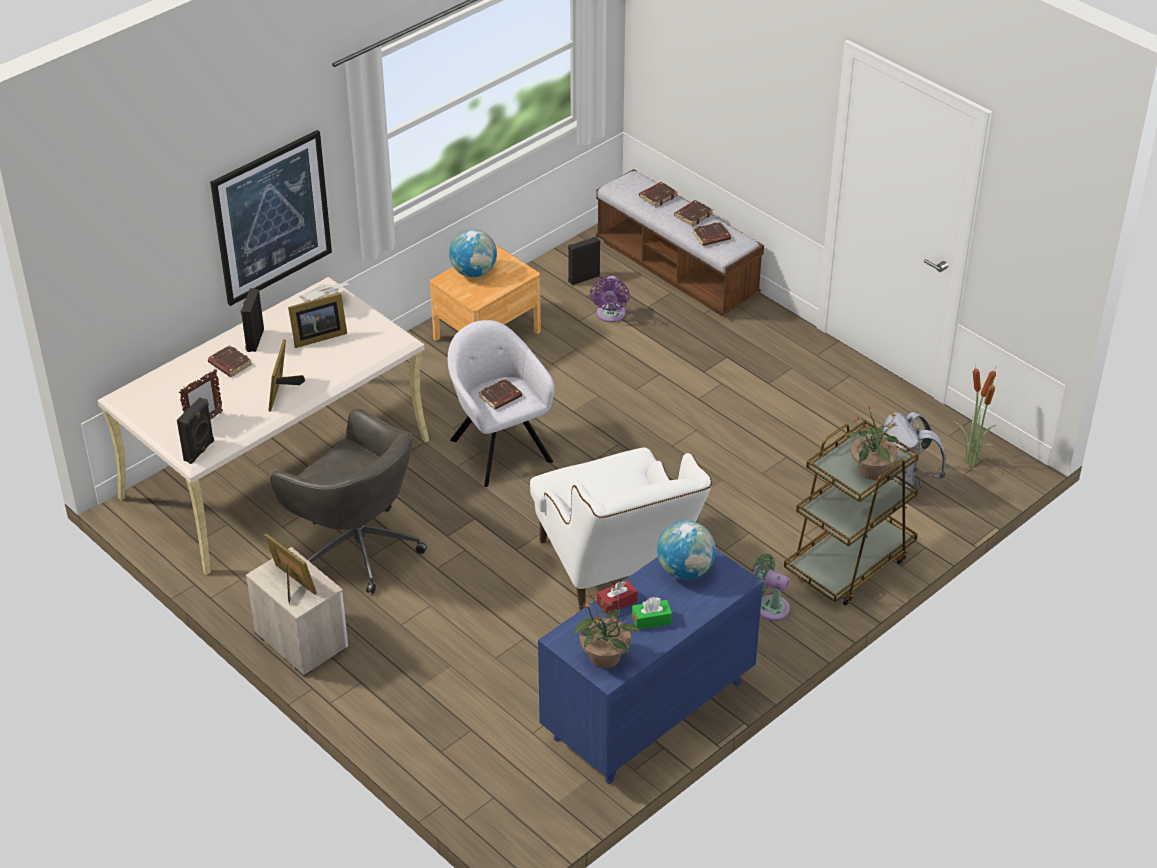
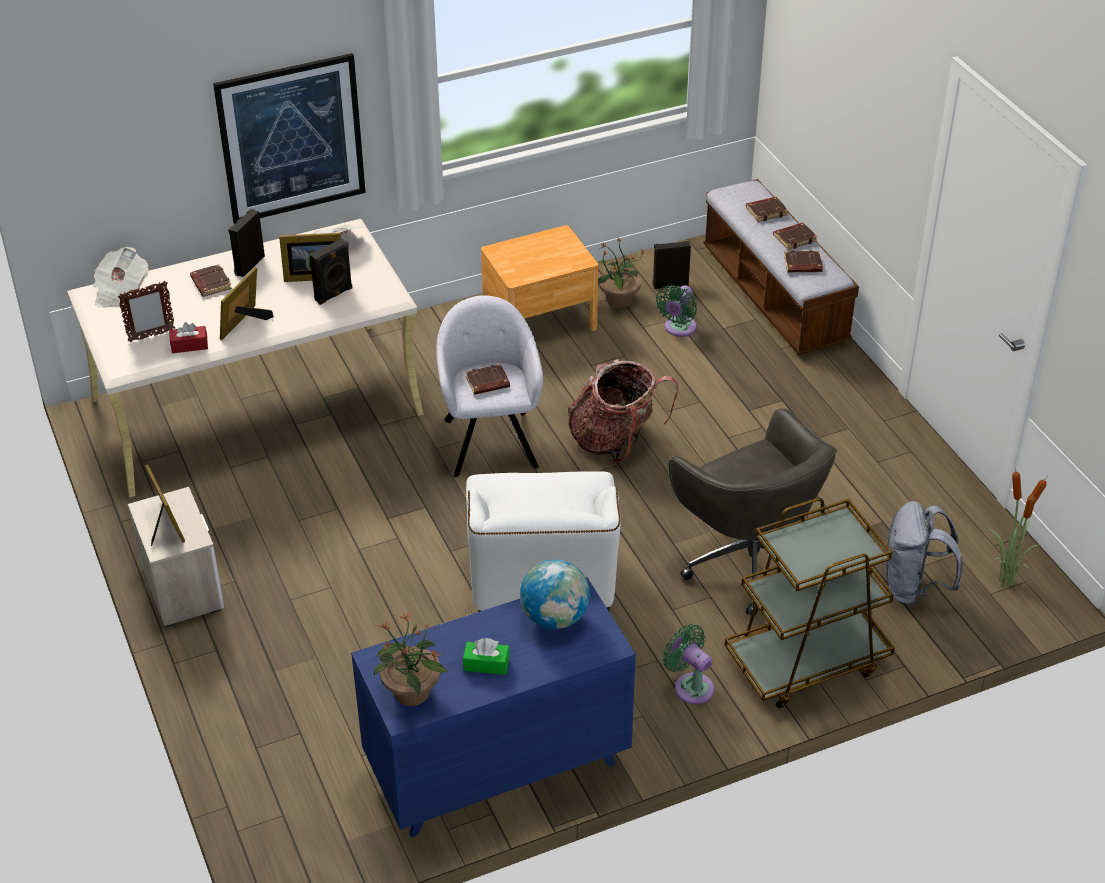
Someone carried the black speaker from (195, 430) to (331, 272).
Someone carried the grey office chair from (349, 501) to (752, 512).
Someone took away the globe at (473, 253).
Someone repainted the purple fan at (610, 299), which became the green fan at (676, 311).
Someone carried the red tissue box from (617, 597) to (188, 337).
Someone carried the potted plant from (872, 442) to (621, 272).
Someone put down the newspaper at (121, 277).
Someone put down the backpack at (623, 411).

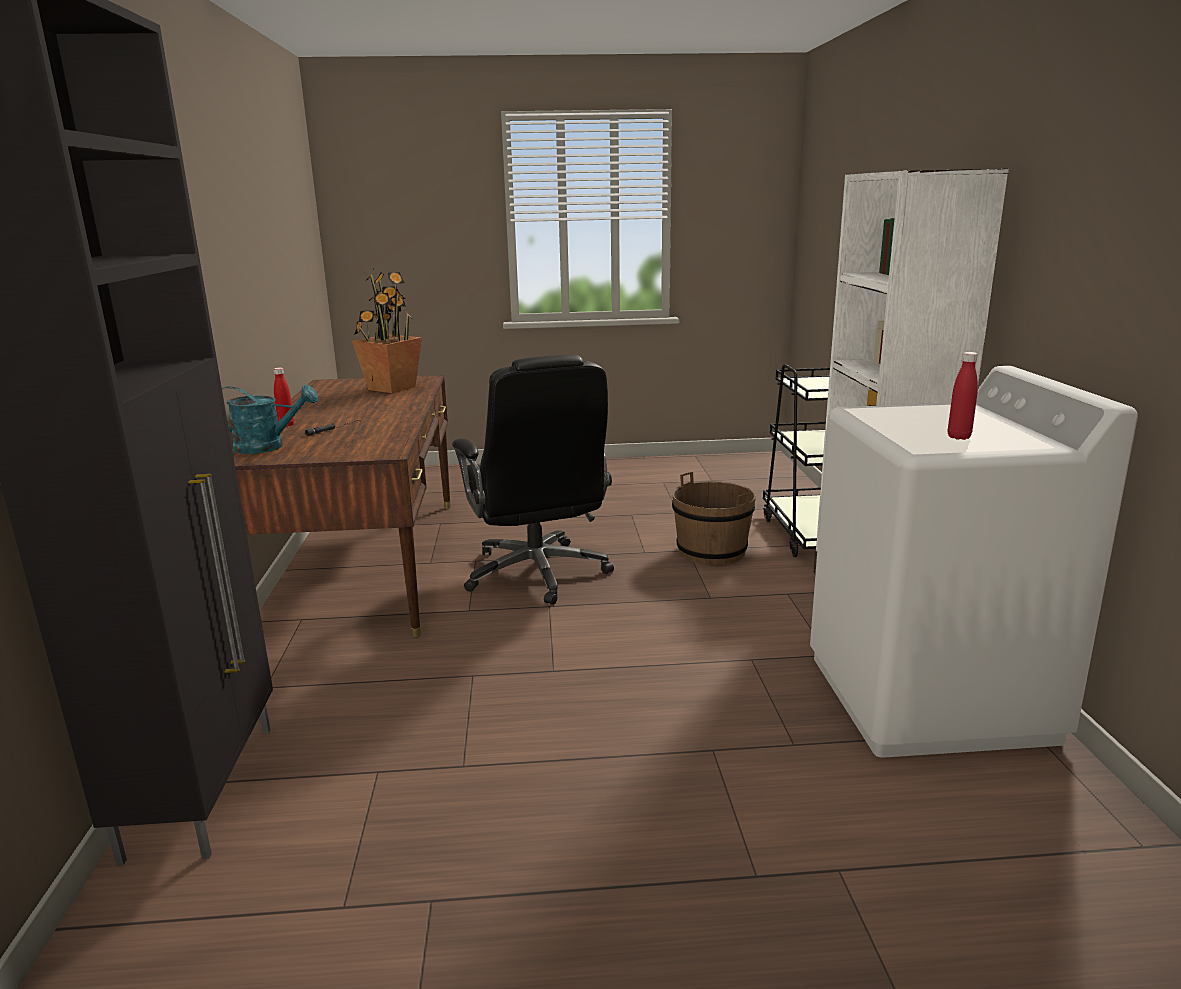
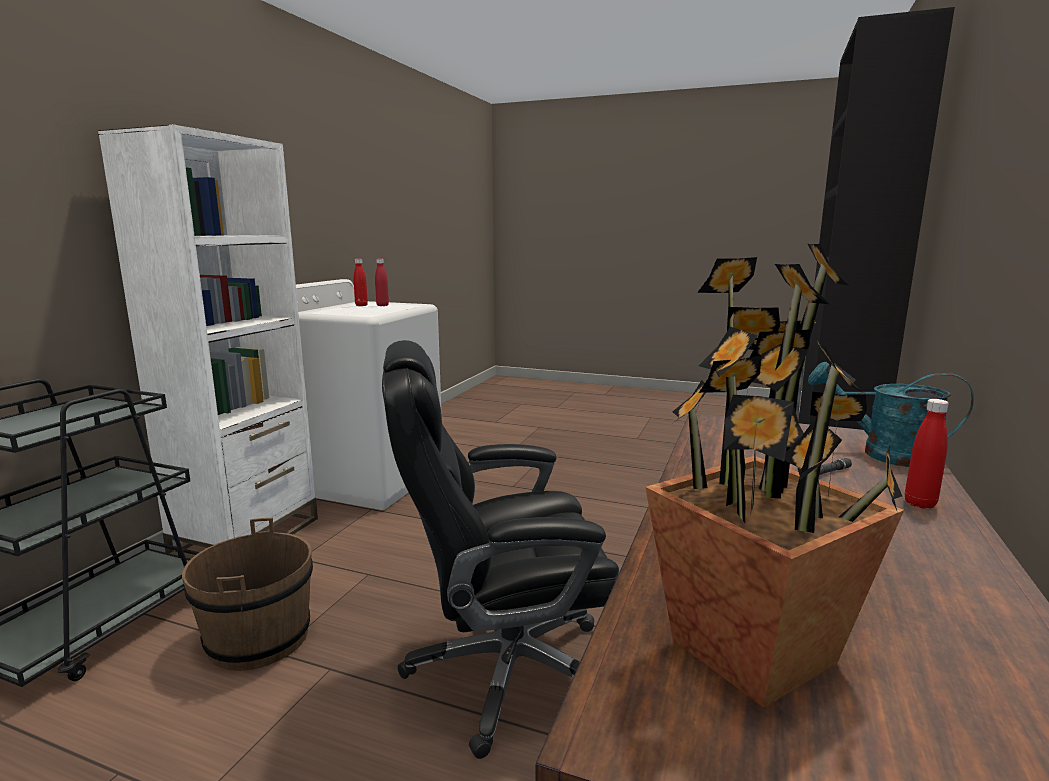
Someone rotated the black office chair at (533, 480) by 105 degrees counterclockwise.
Someone put down the red bottle at (361, 282).

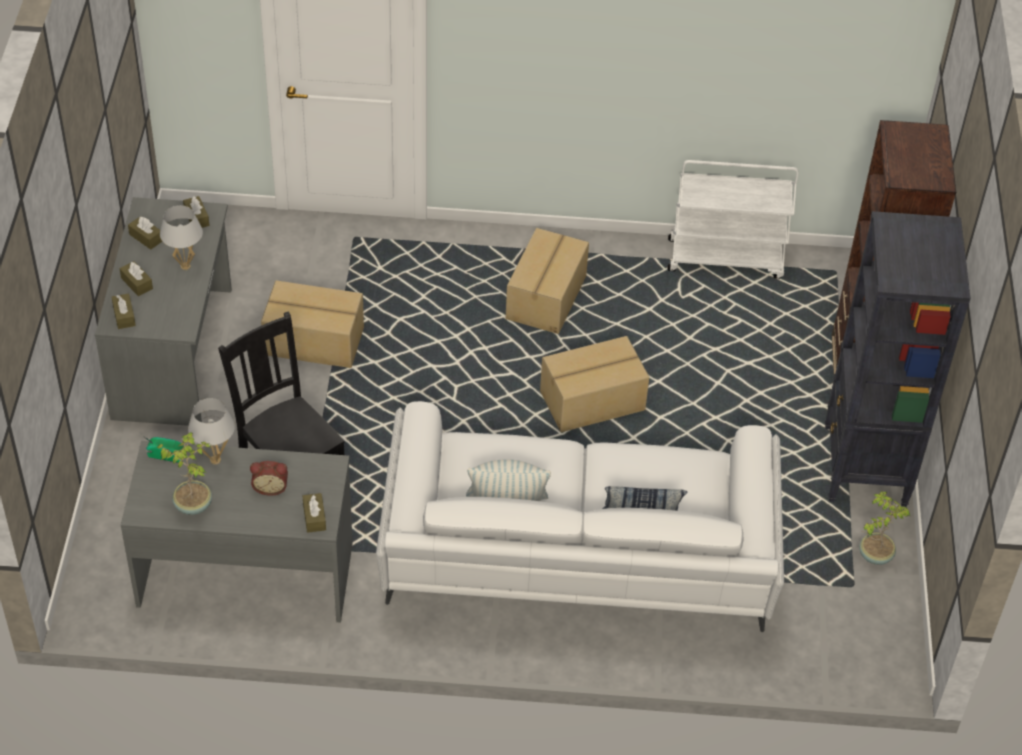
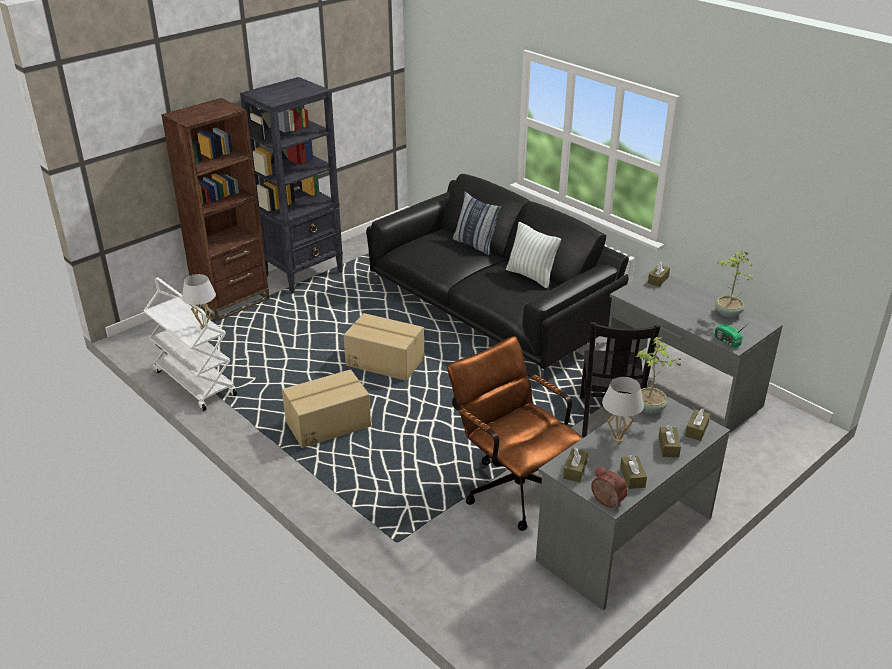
Someone carried the white table lamp from (211, 431) to (199, 301).
Someone carried the alarm clock from (269, 478) to (609, 486).
Someone swapped the cardboard box at (312, 324) for the brown office chair at (515, 433).
Someone repainted the white sofa at (580, 517), which became the black sofa at (497, 276).
Someone carried the potted plant from (884, 528) to (660, 375).

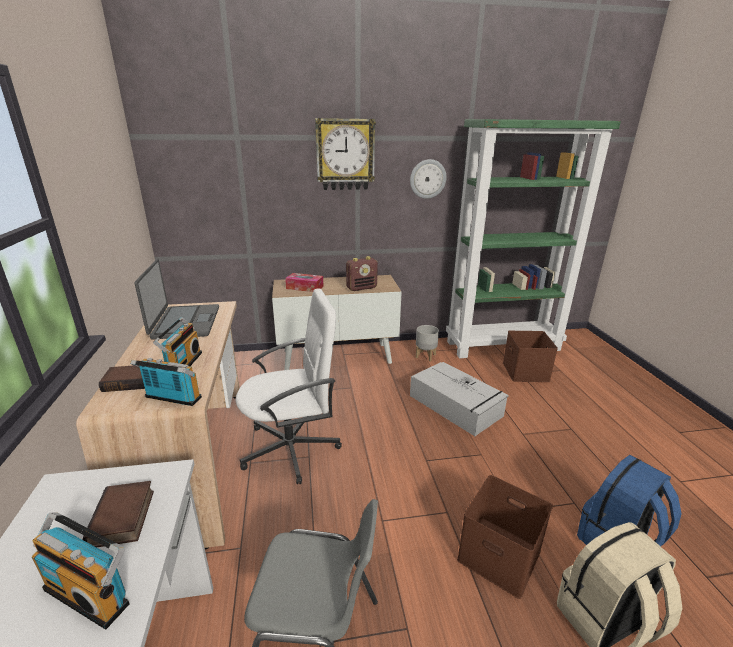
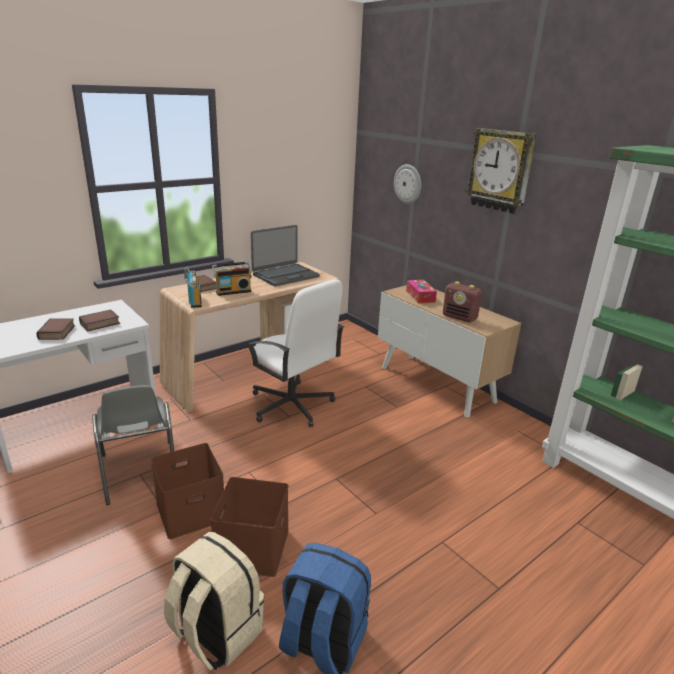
Someone swapped the radio at (81, 571) for the book at (55, 329).
Someone carried the wall clock from (428, 179) to (407, 184).
Someone took away the grey storage box at (459, 399).
Someone took away the grey planter at (427, 343).
Someone carried the brown storage box from (530, 356) to (187, 491).

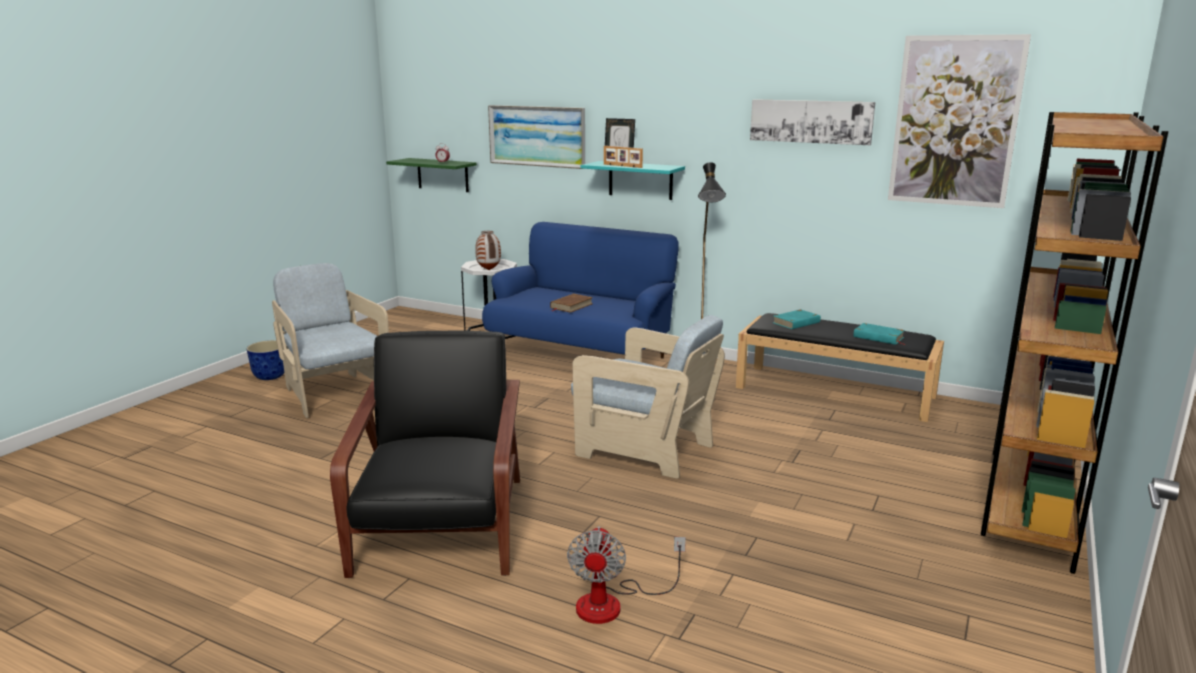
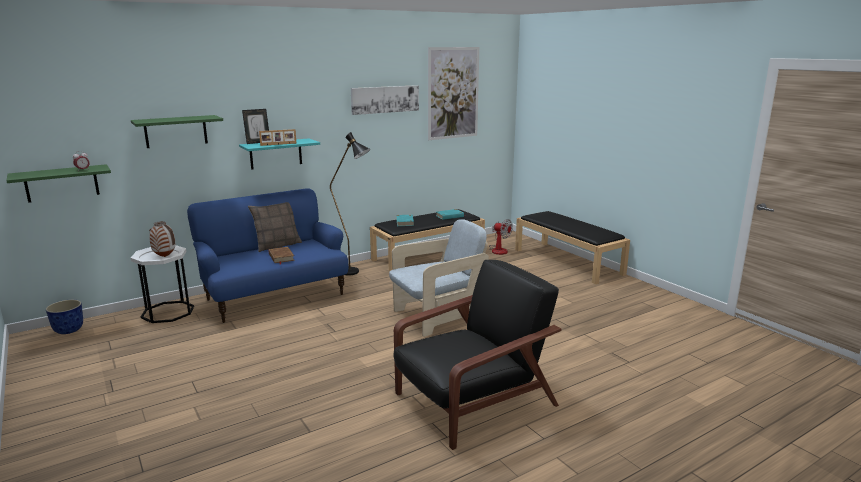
Someone carried the planter from (265, 360) to (64, 317).
Someone took away the beige armchair at (330, 340).
Someone rotated the black armchair at (425, 454) by 120 degrees clockwise.
Someone swapped the picture at (536, 137) for the green shelf at (177, 131).
Someone carried the fan from (626, 575) to (501, 237).
Someone swapped the brown bookcase at (1075, 343) for the black bench at (572, 247).
Someone put down the pillow at (275, 227).

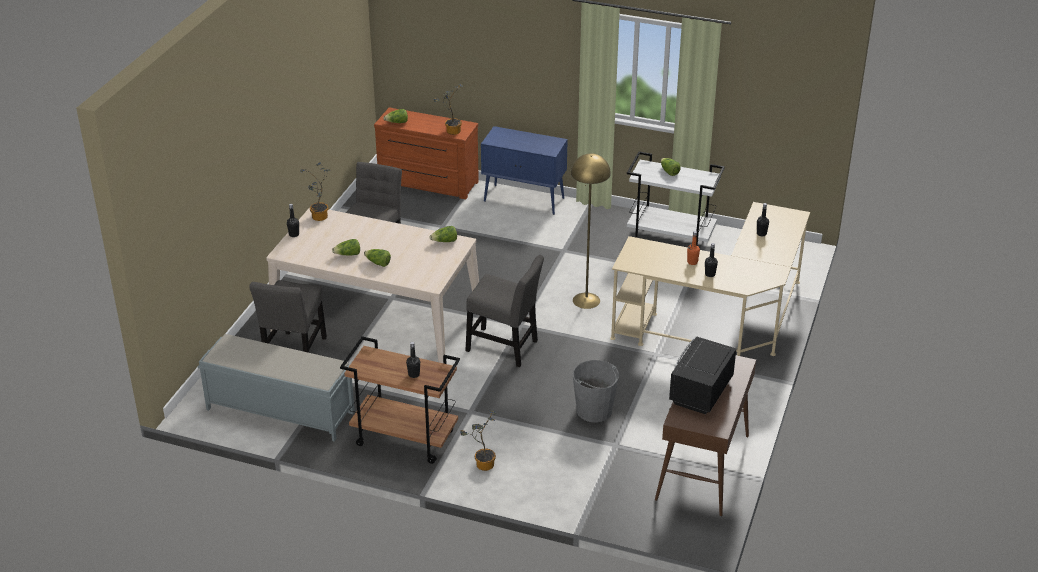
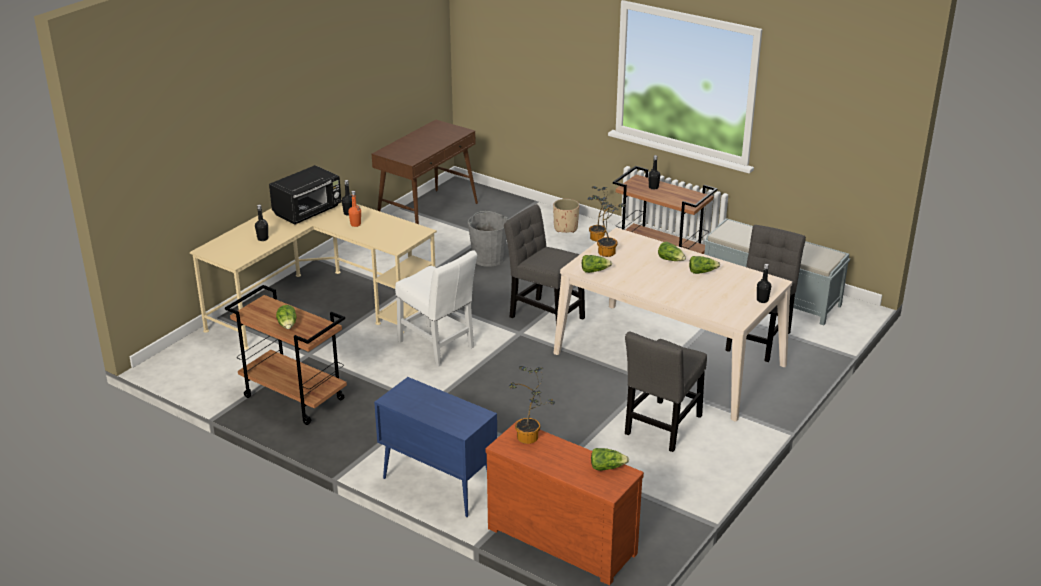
Someone carried the potted plant from (315, 191) to (608, 226).
Someone swapped the yellow floor lamp at (591, 231) for the white chair at (436, 308).
Someone repainted the white cart at (676, 198), which became the brown cart at (286, 355).
Someone carried the black microwave from (703, 375) to (305, 195).
Someone put down the beige planter at (566, 216).

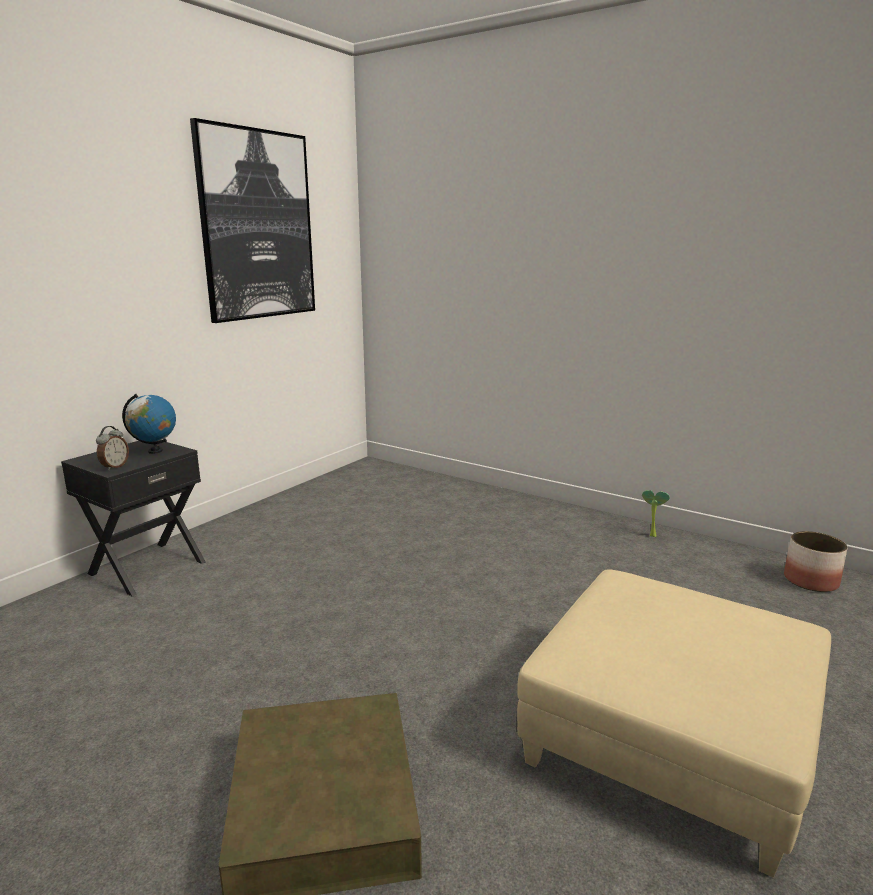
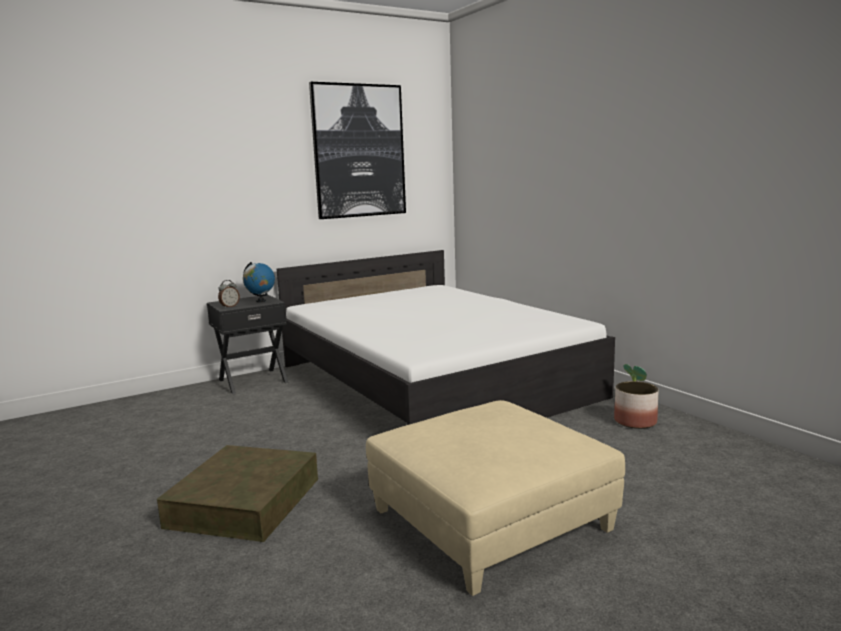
Someone carried the planter from (816, 561) to (636, 405).
Someone put down the white bed at (446, 337).

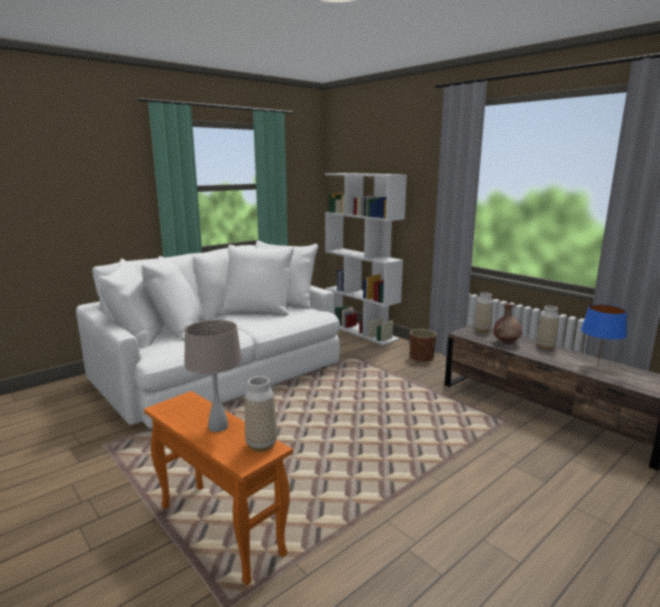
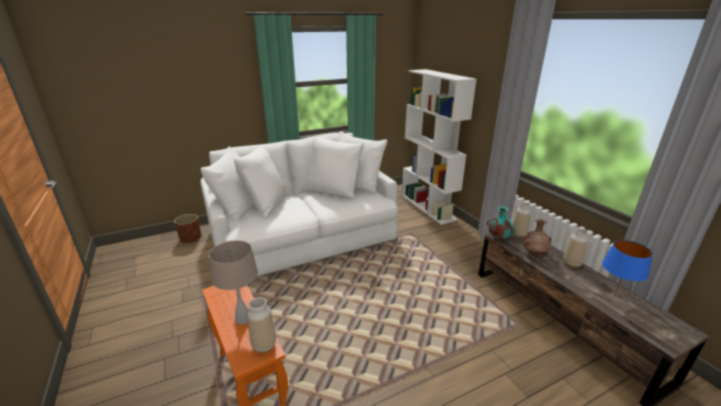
Someone carried the brown planter from (423, 345) to (187, 228).
Someone put down the turquoise vase at (501, 222).

